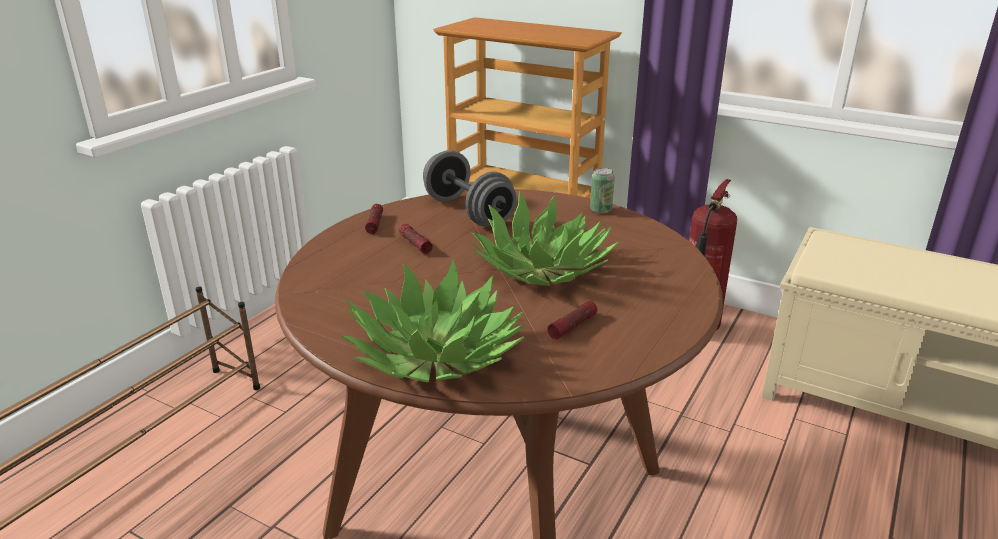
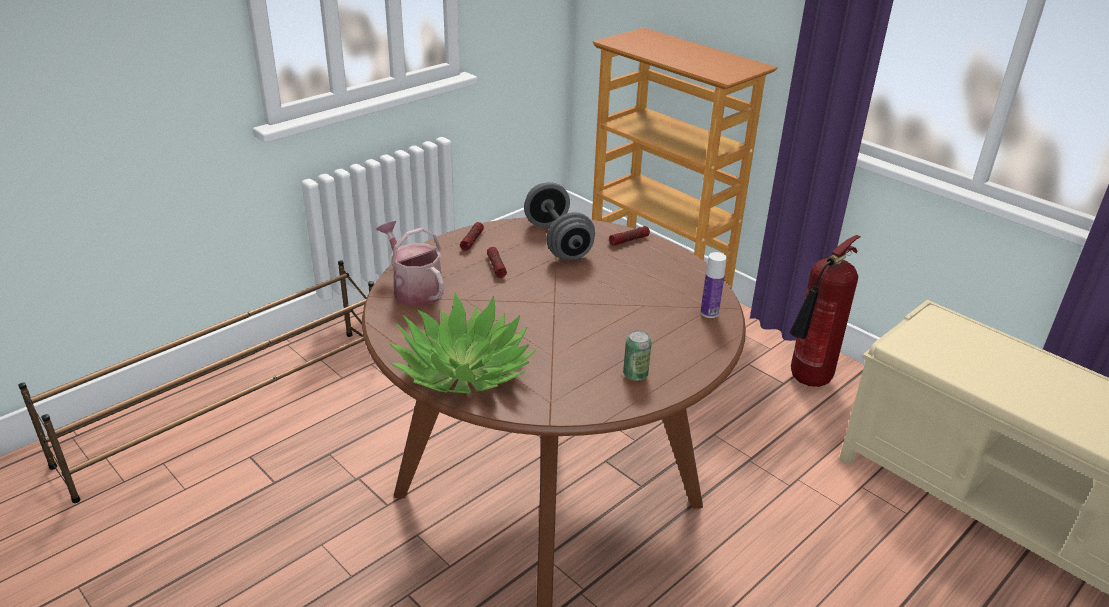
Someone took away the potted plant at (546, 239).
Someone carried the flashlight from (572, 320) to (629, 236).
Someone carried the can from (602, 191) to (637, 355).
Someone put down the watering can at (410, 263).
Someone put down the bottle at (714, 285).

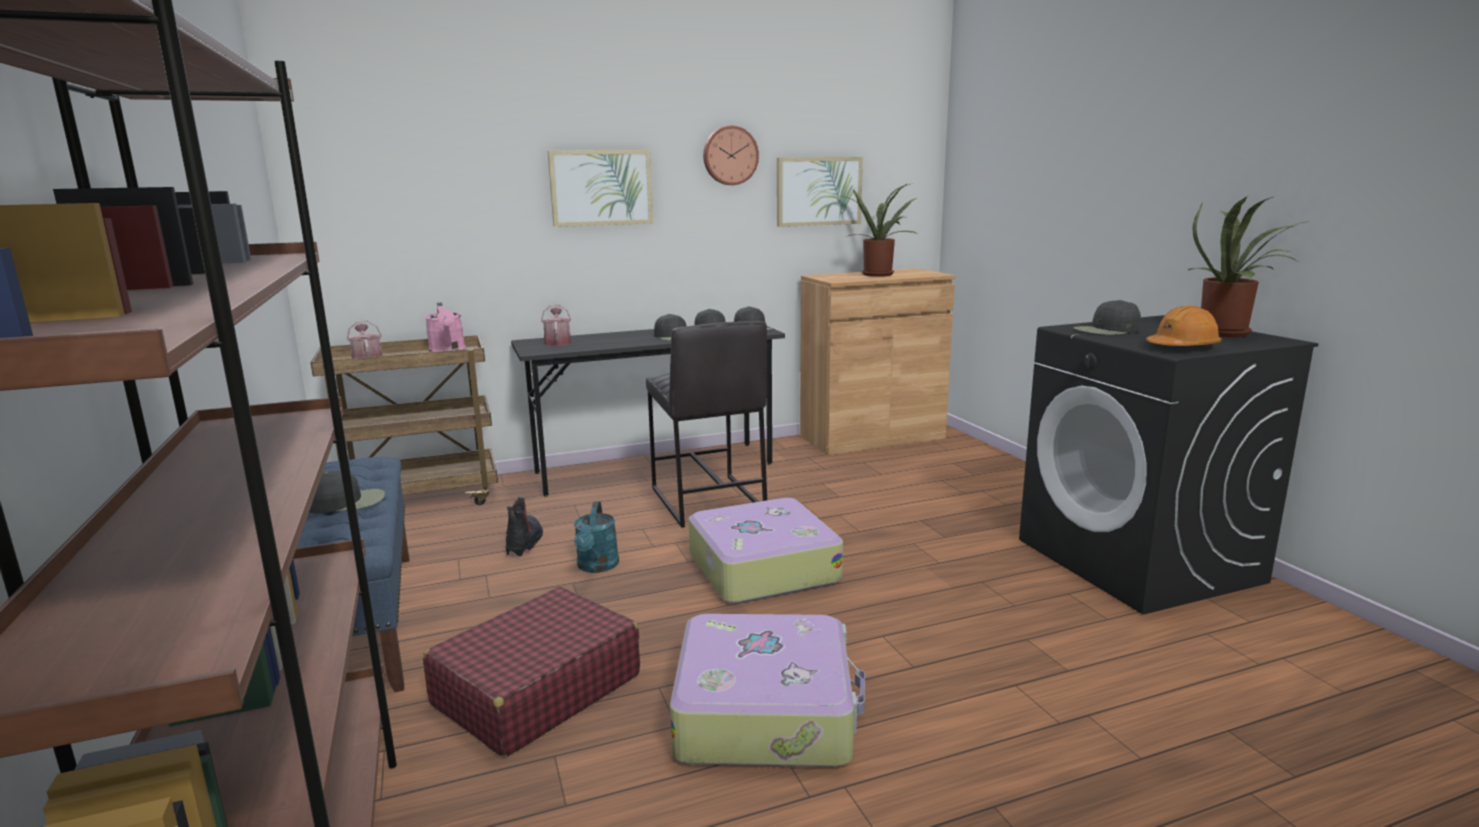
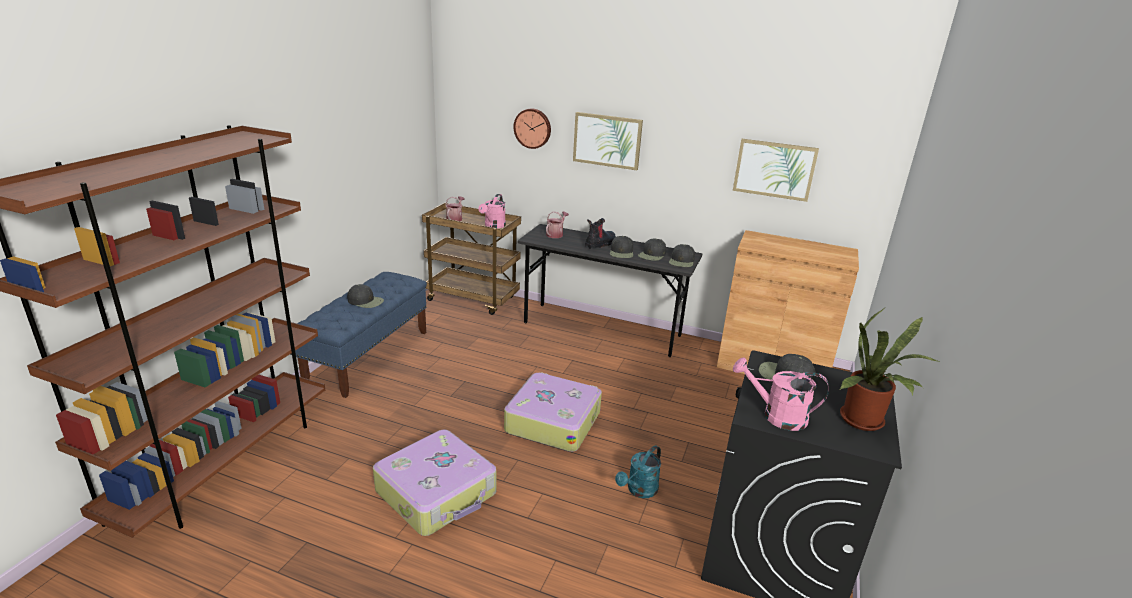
Someone took away the red suitcase at (531, 672).
Someone carried the boot from (524, 527) to (600, 233).
Someone carried the turquoise watering can from (596, 537) to (638, 471).
Someone took away the grey stool at (706, 424).
Someone carried the wall clock from (731, 155) to (532, 128).
Someone took away the potted plant at (878, 230).
Someone swapped the orange hard hat at (1184, 326) for the pink watering can at (781, 394).

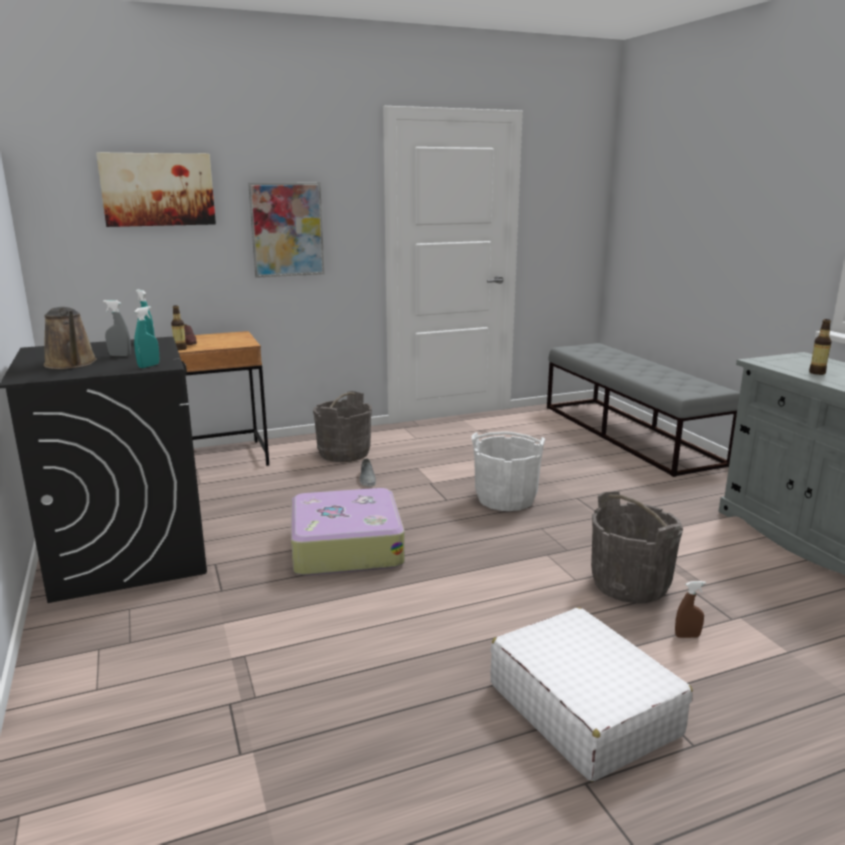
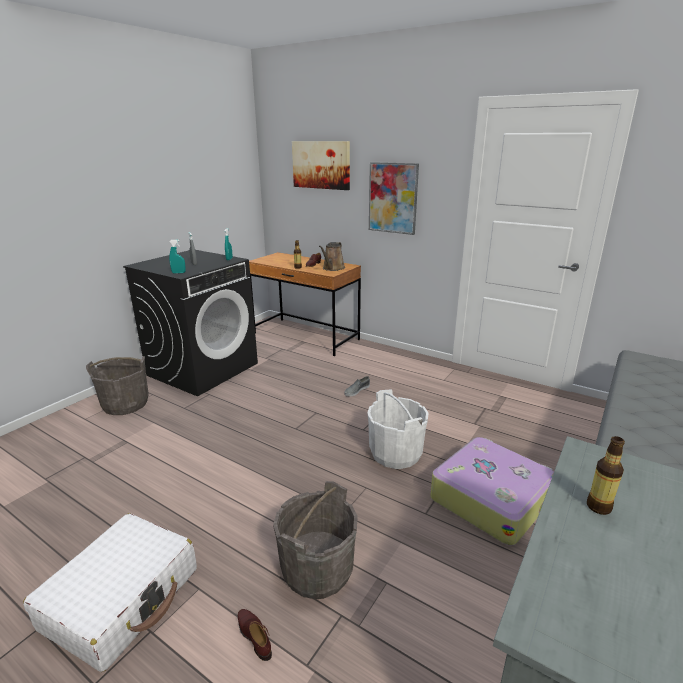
Someone carried the brown watering can from (70, 338) to (332, 256).
Someone carried the suitcase from (348, 532) to (492, 491).
Someone carried the grey bucket from (342, 426) to (117, 385).
Someone swapped the brown spray bottle at (690, 609) for the brown shoe at (255, 635).

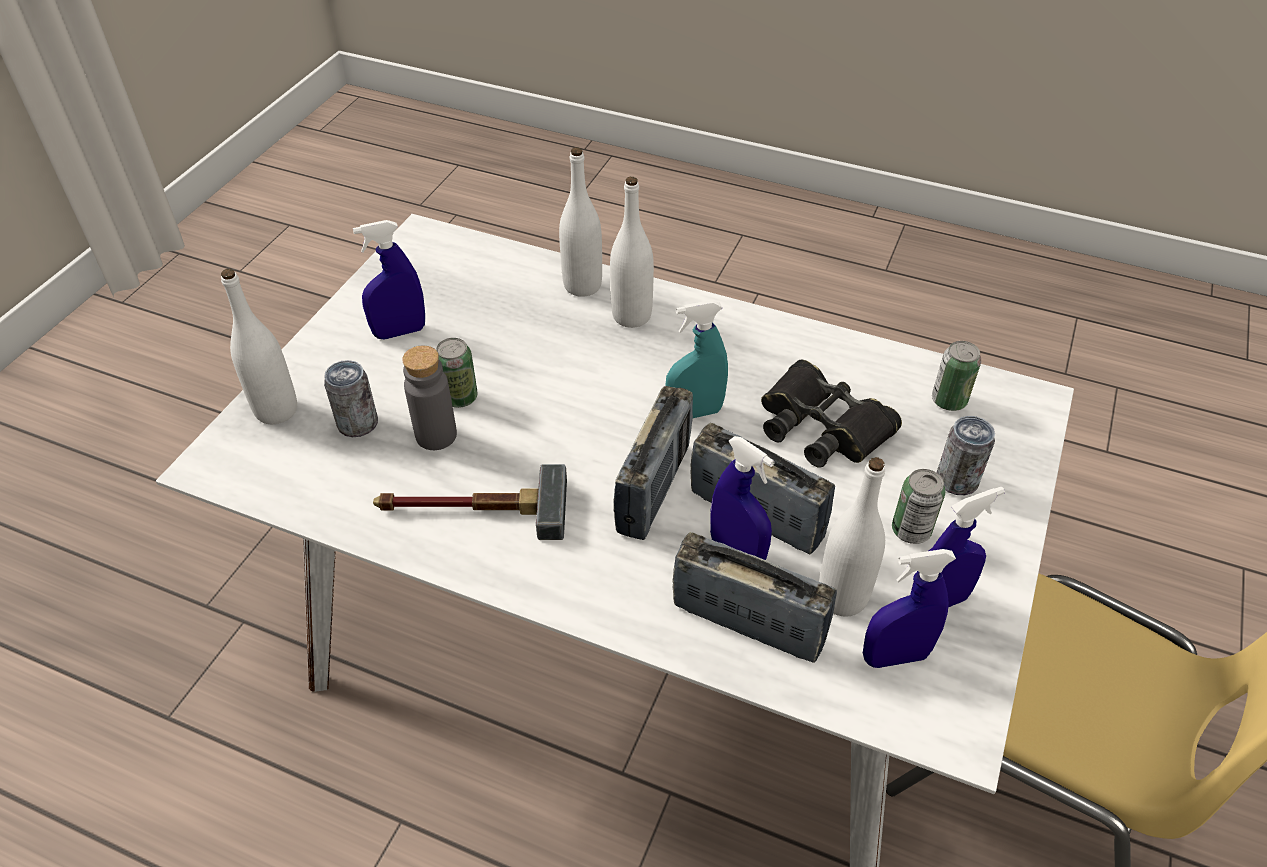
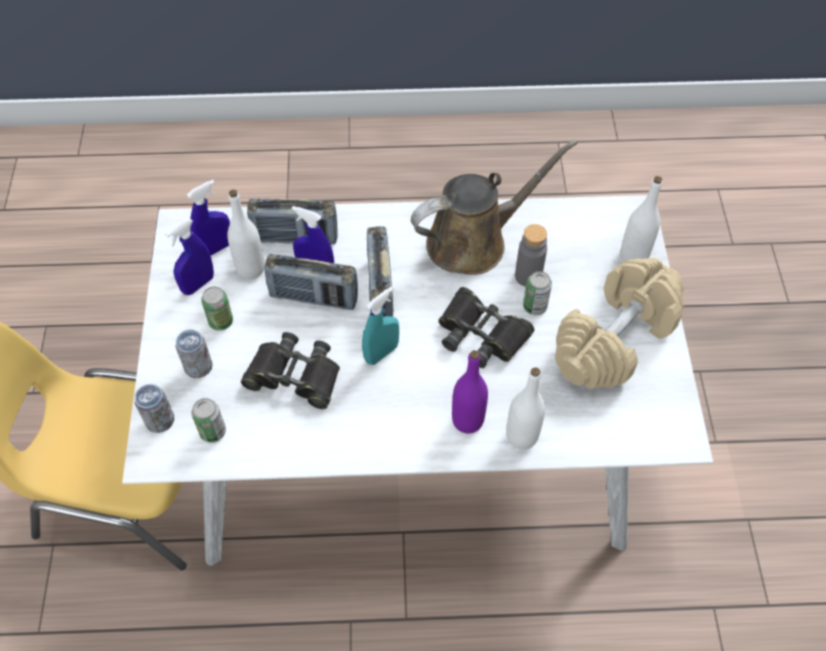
Someone carried the can from (351, 398) to (154, 408).
Someone swapped the blue spray bottle at (389, 279) for the beige dumbbell at (619, 323).
Someone swapped the hammer at (470, 502) for the brown watering can at (494, 207).
Someone repainted the white bottle at (632, 252), which became the purple bottle at (470, 391).
Someone put down the black binoculars at (486, 327).

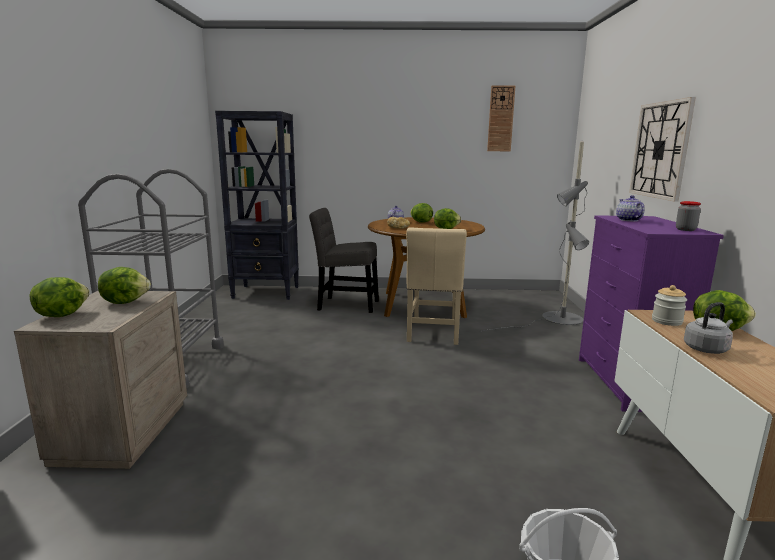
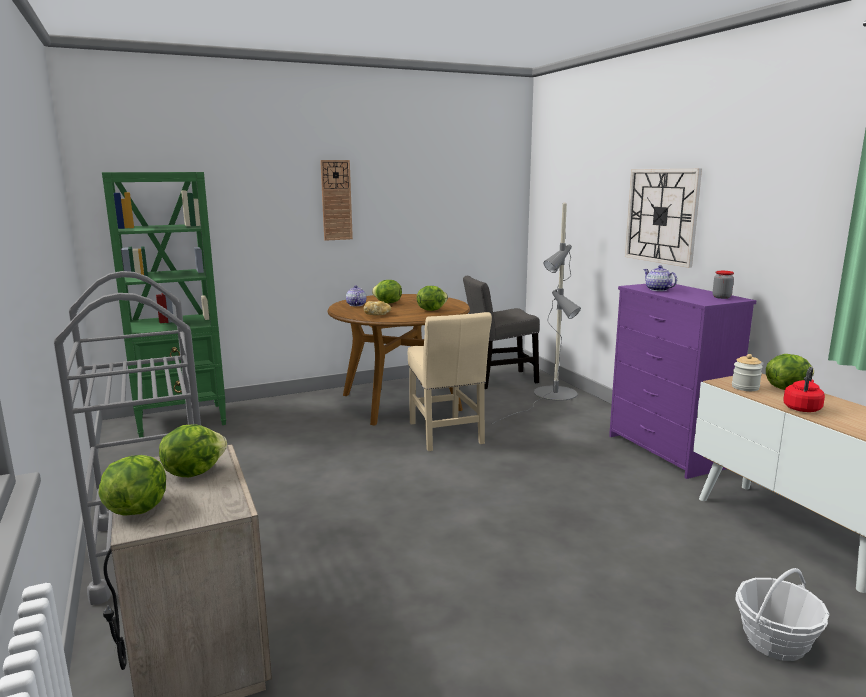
Someone repainted the black bookcase at (257, 205), which became the green bookcase at (164, 305).
Someone carried the grey chair from (344, 260) to (501, 332).
Someone carried the wall clock from (501, 118) to (336, 200).
Someone repainted the grey kettle at (708, 328), which became the red kettle at (804, 389).

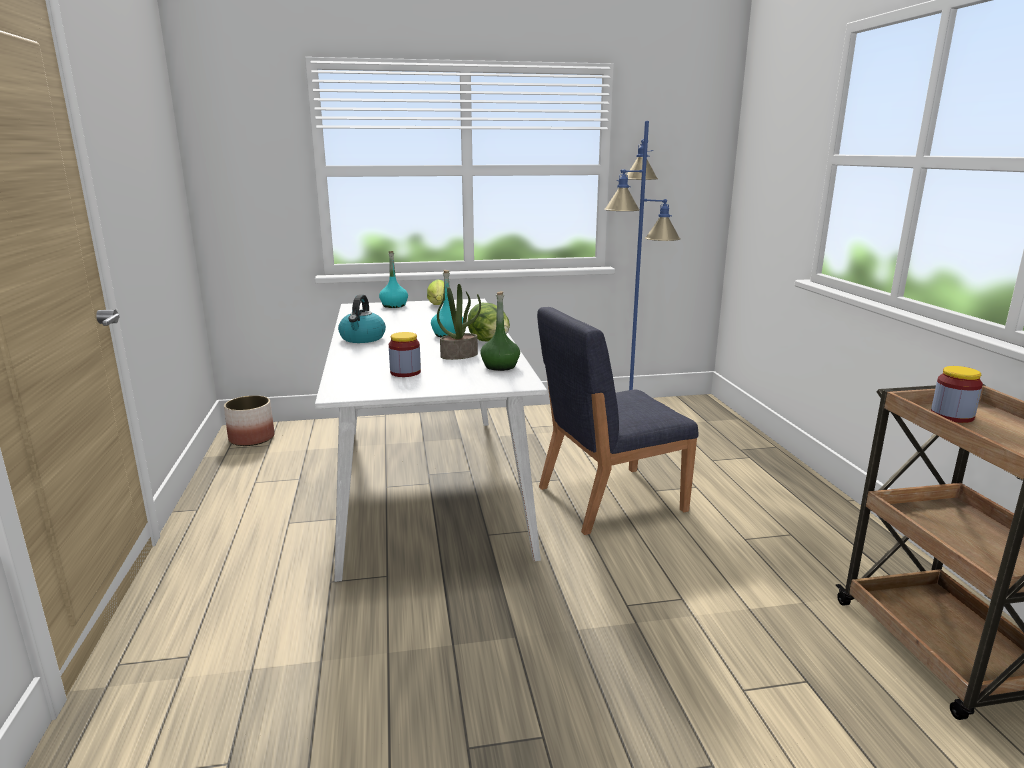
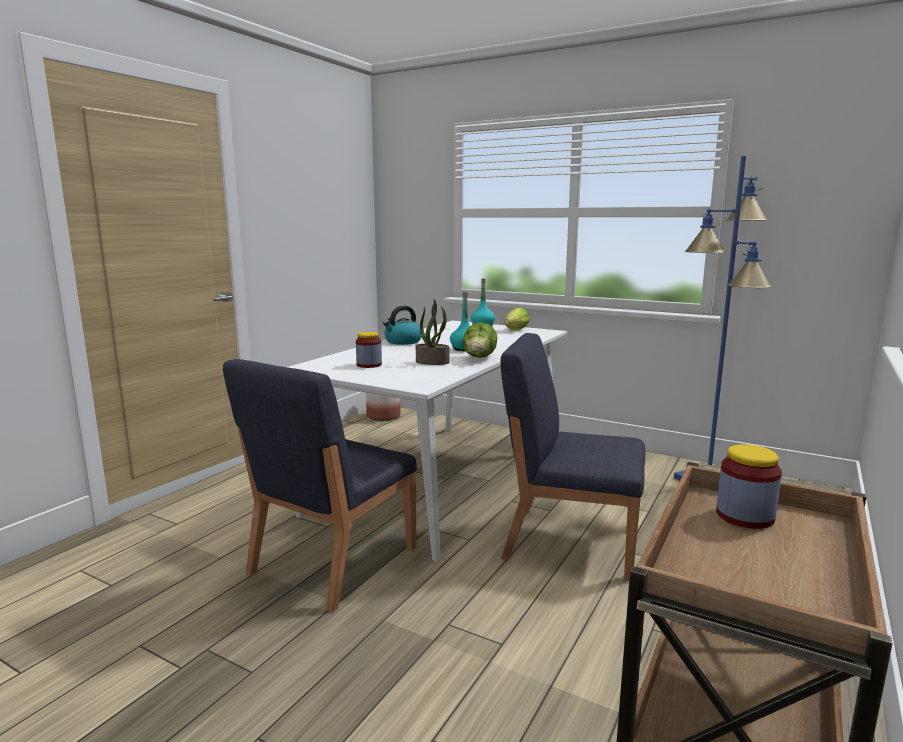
Someone took away the green bottle at (500, 331).
Someone put down the blue chair at (320, 485).

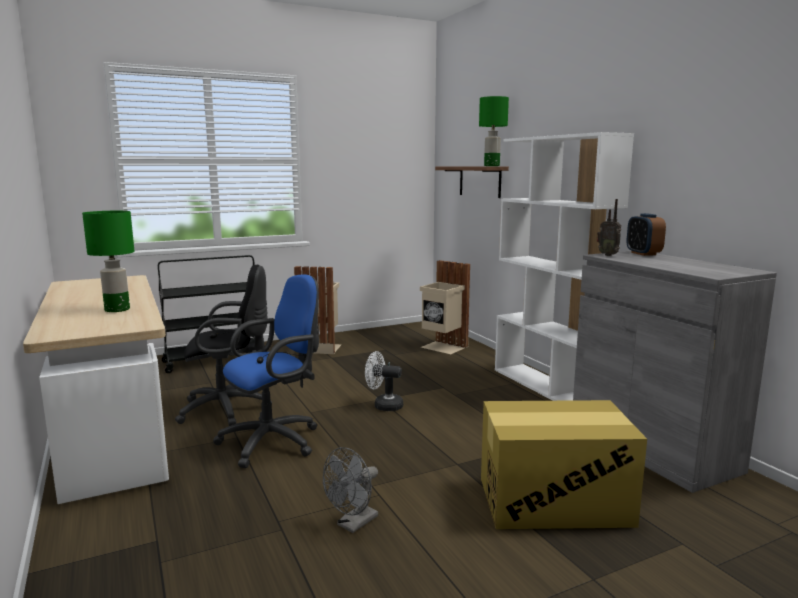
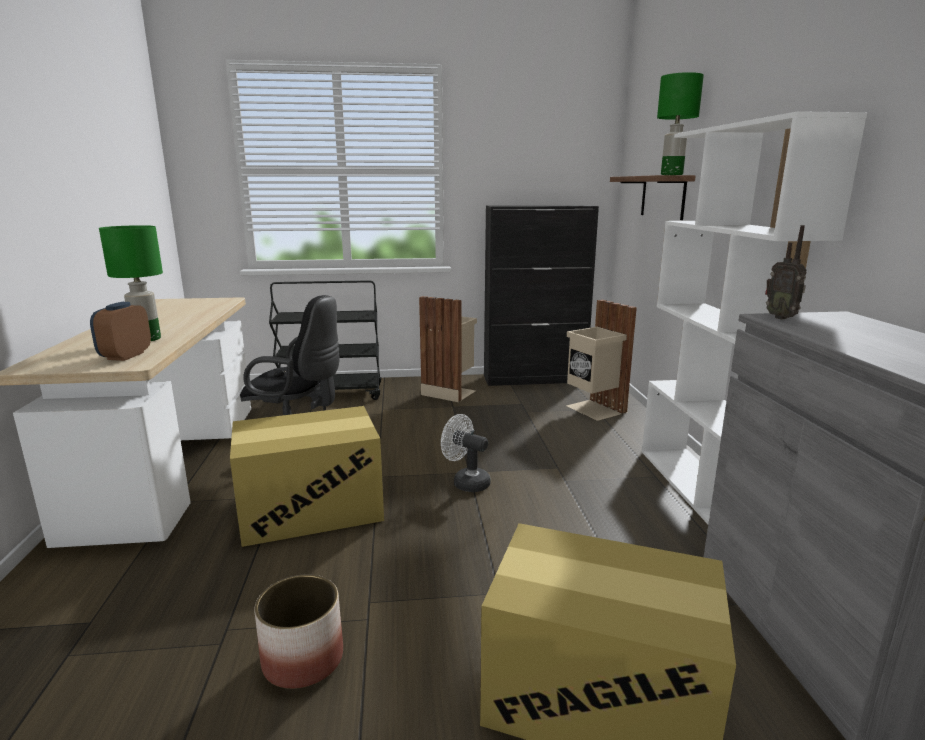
Someone swapped the blue office chair at (266, 371) for the cardboard box at (307, 476).
Someone swapped the grey fan at (350, 490) for the planter at (298, 631).
Someone carried the alarm clock from (646, 234) to (120, 331).
Someone put down the black cabinet at (541, 295).

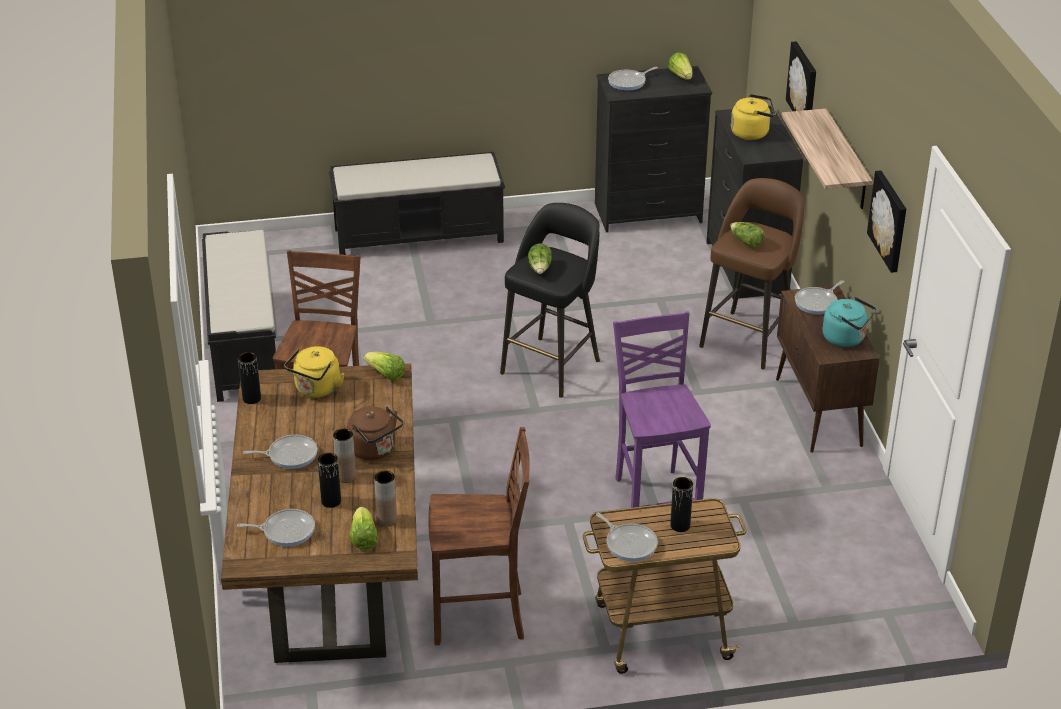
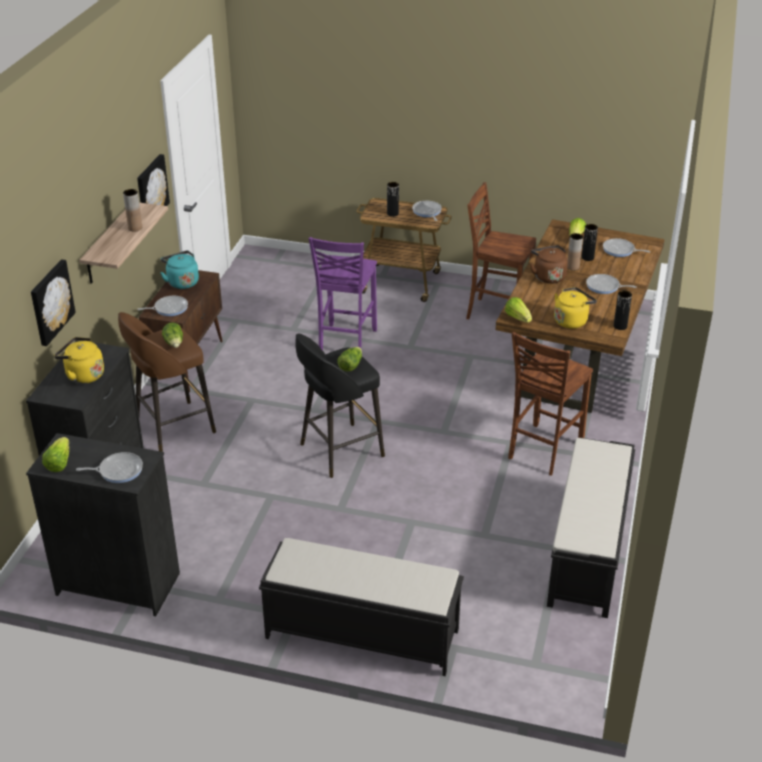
Someone carried the brown vase from (385, 498) to (132, 210).

